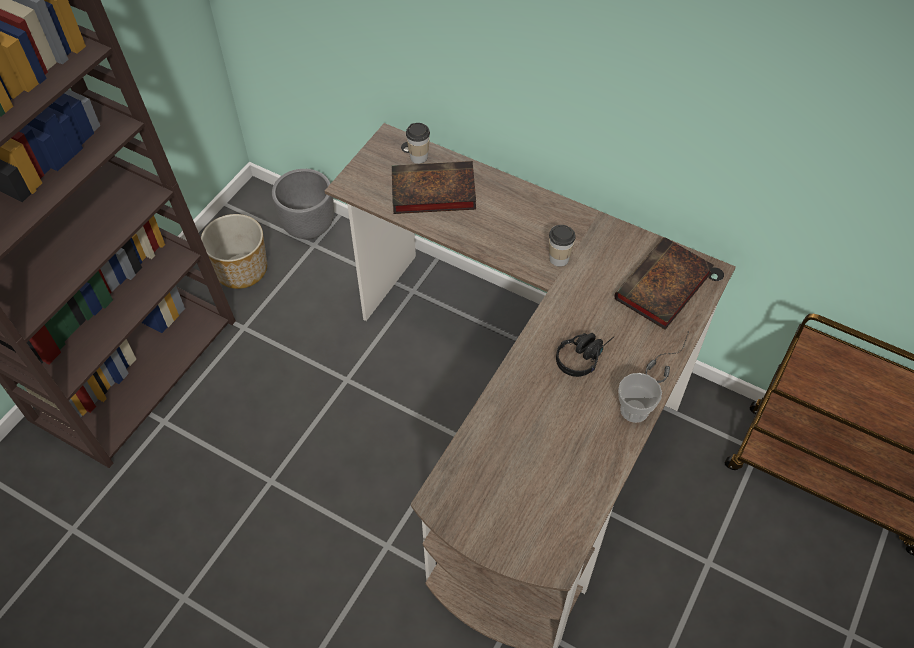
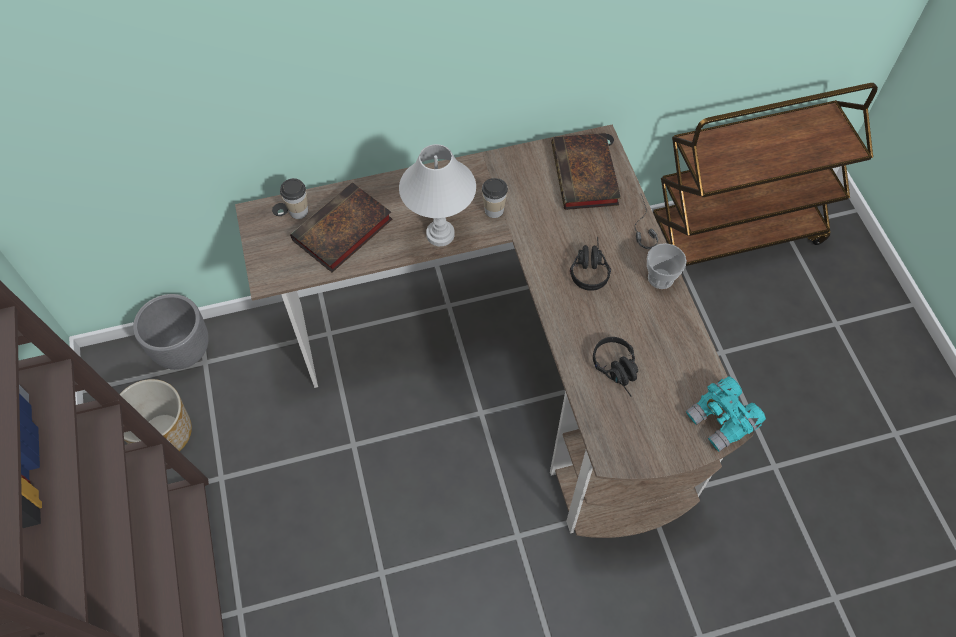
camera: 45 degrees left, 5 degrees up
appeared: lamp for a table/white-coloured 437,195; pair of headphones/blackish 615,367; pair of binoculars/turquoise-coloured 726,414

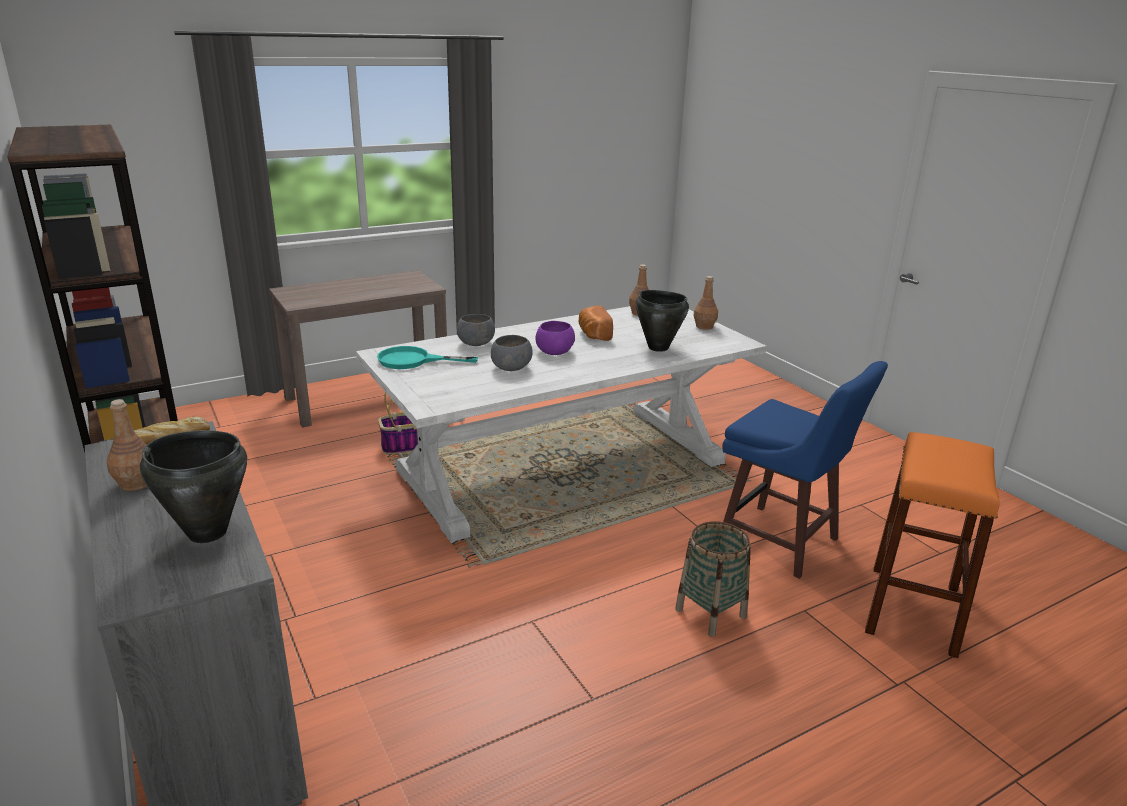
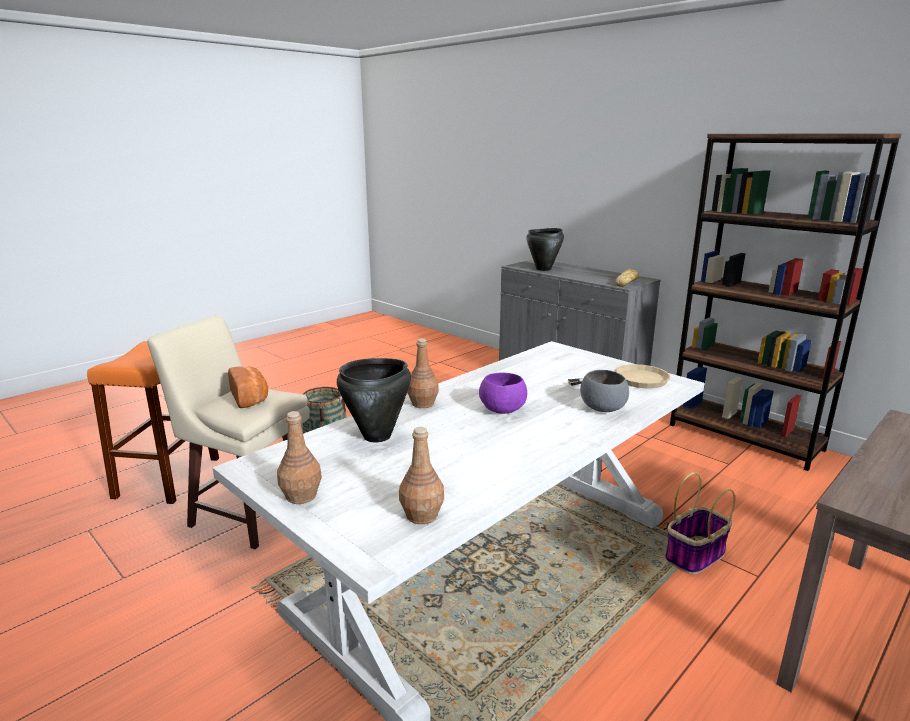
camera: 165 degrees right, 5 degrees down
missing: bowl/grey 512,353
relocated: beverage bottle/brownish 126,445 to 423,373; bakery bread 595,323 to 248,387
colour: skillet/turquoise-coloured 427,357 to skillet/beige 618,376; stool/bluish 805,470 to stool/beige 228,432

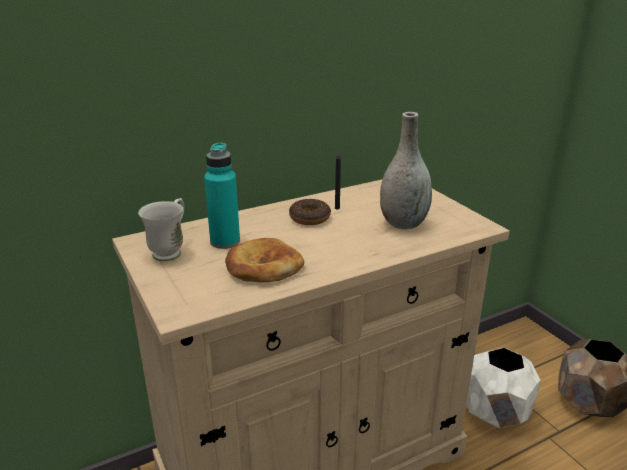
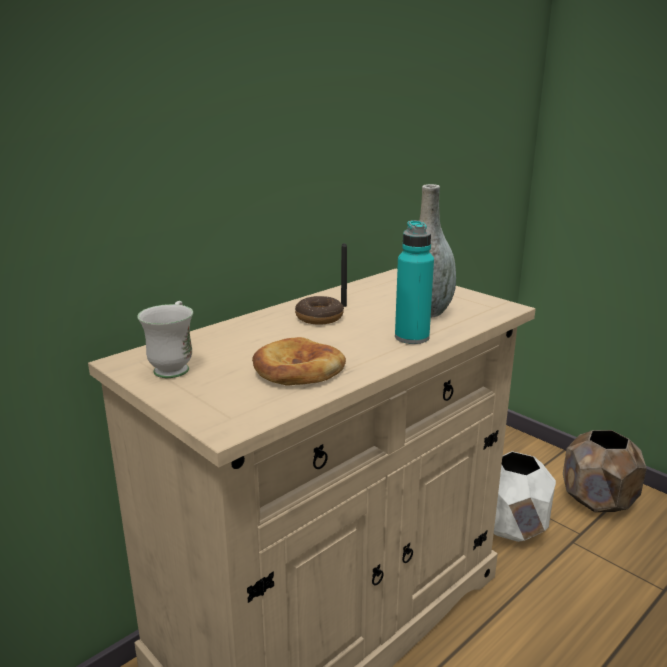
camera: 15 degrees left, 5 degrees down
relocated: beverage bottle/turquoise-coloured 222,196 to 414,282

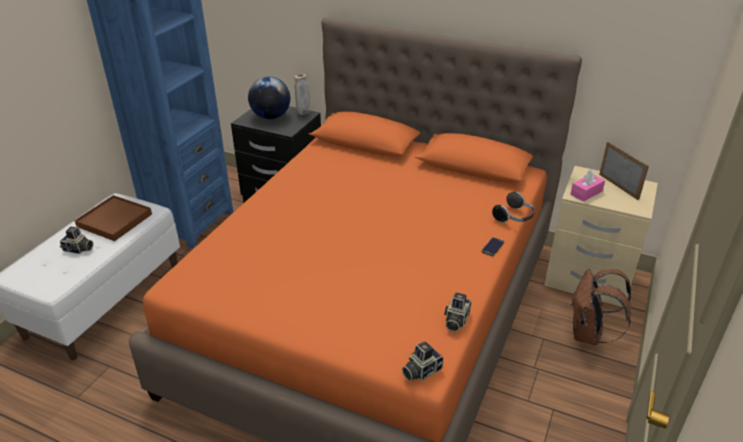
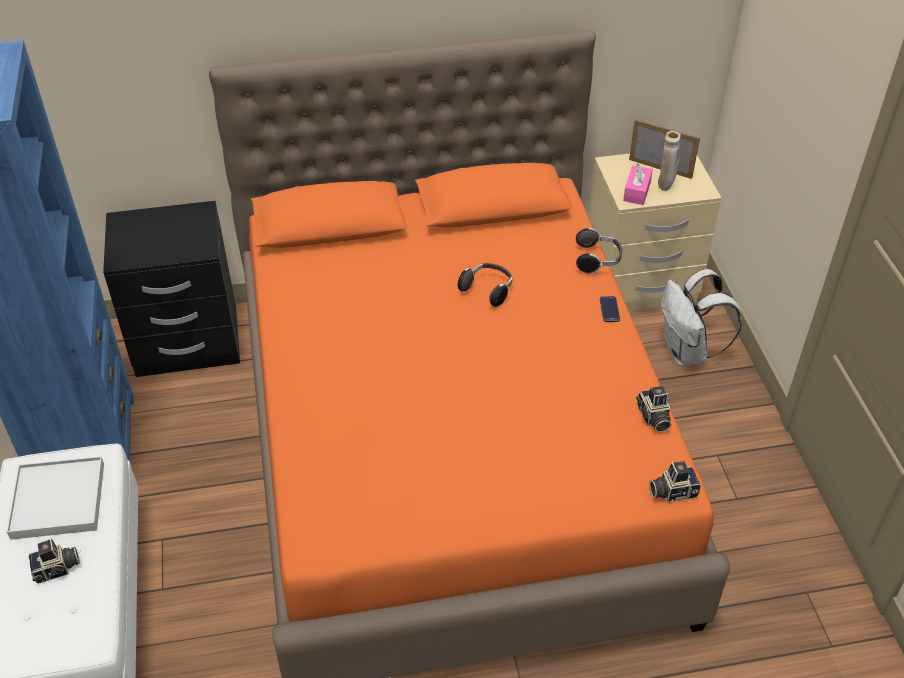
camera: 35 degrees left, 10 degrees up
missing: globe 269,97
appeared: pair of headphones 485,285
relocated: flower vase/beige 302,94 to 669,161
colour: serving tray/brownish 113,218 to serving tray/white-coloured 55,498; backpack/brownish 601,307 to backpack/white-coloured 701,317
spun: still camera 423,361 = 675,482 60 degrees clockwise

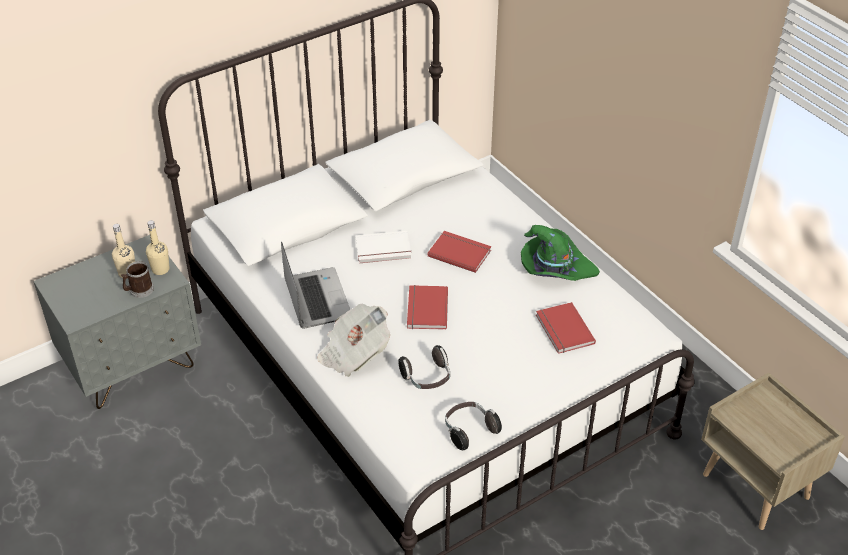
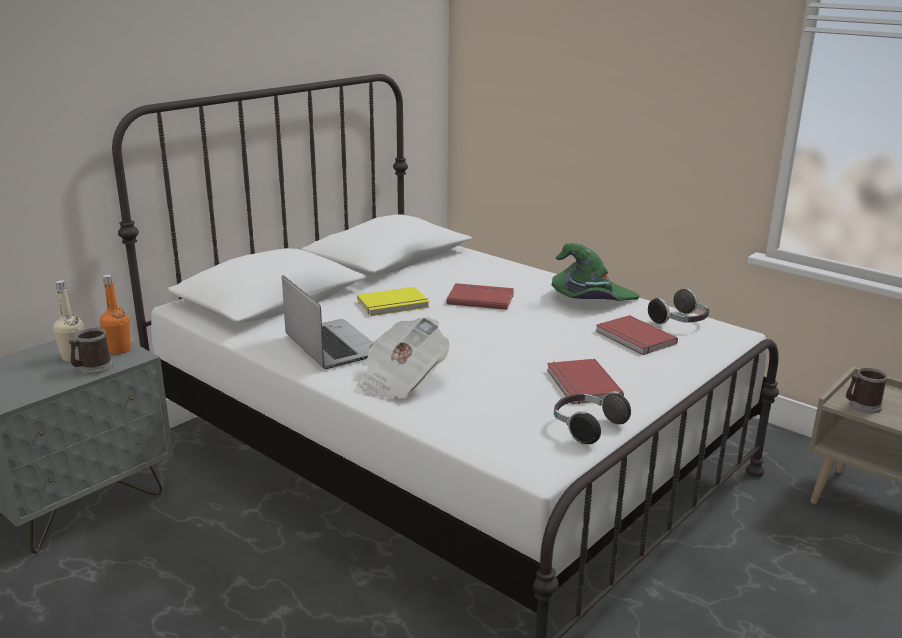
camera: 15 degrees left, 20 degrees down
appeared: tea mug 866,391
relocated: pair of headphones 424,367 to 679,307; book/reddish 427,307 to 585,381
colour: beverage bottle/beige 158,247 to beverage bottle/orange-coloured 115,314; book/white-coloured 383,247 to book/yellow 393,301

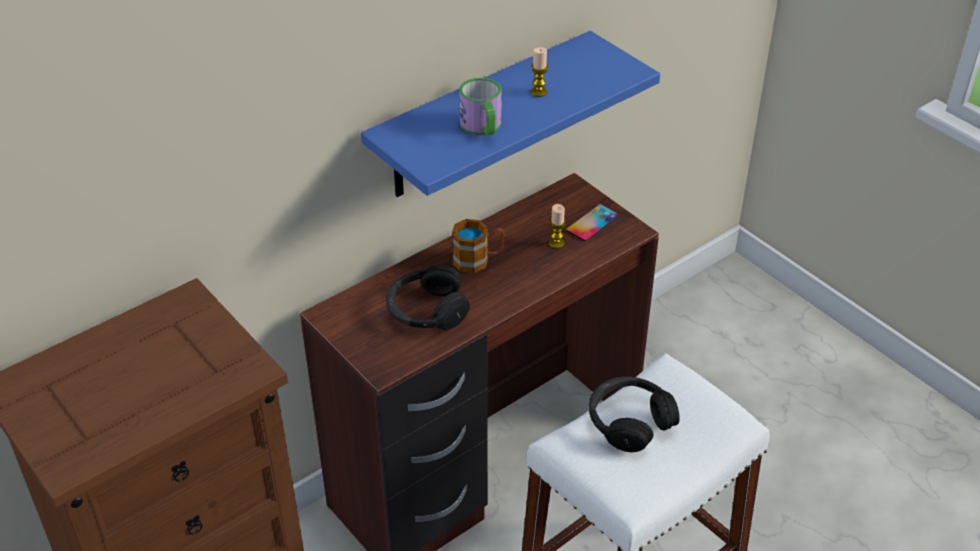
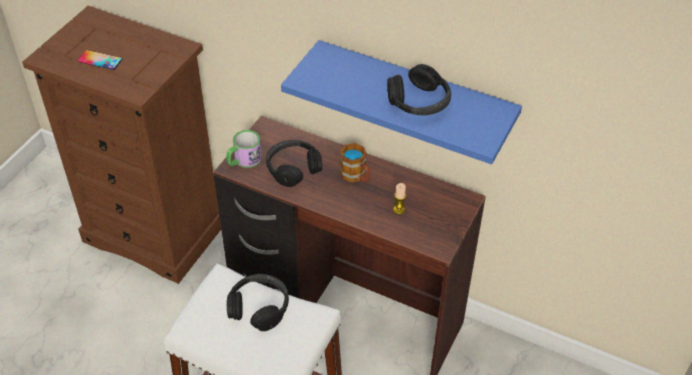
camera: 65 degrees right, 5 degrees up
relocated: tea mug 480,107 to 244,149; phone 592,222 to 100,60
exchanged: candle 539,72 to pair of headphones/blackish 419,90

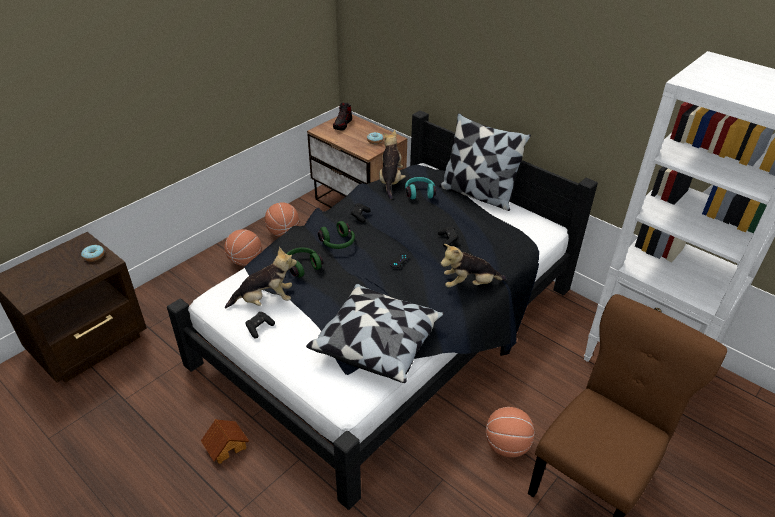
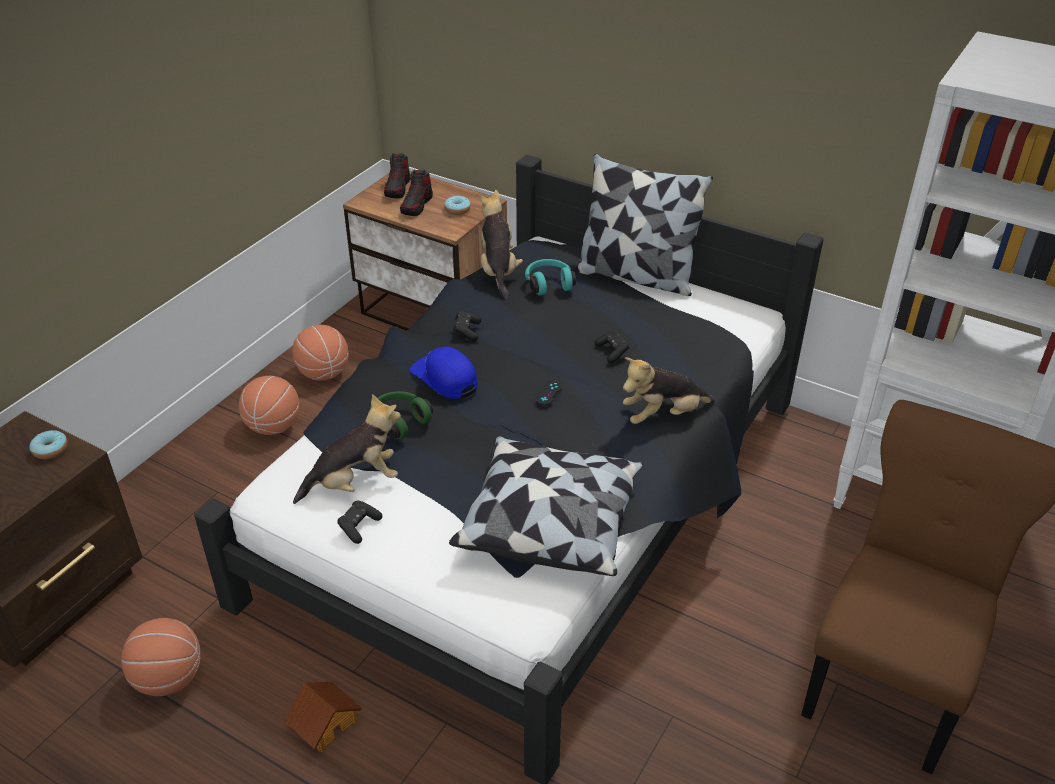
camera: 10 degrees left, 0 degrees up
appeared: item of footwear 416,193
relocated: ball for basketball 510,432 to 161,657
exchanged: pair of headphones/green 336,235 to cap/bluish 444,372

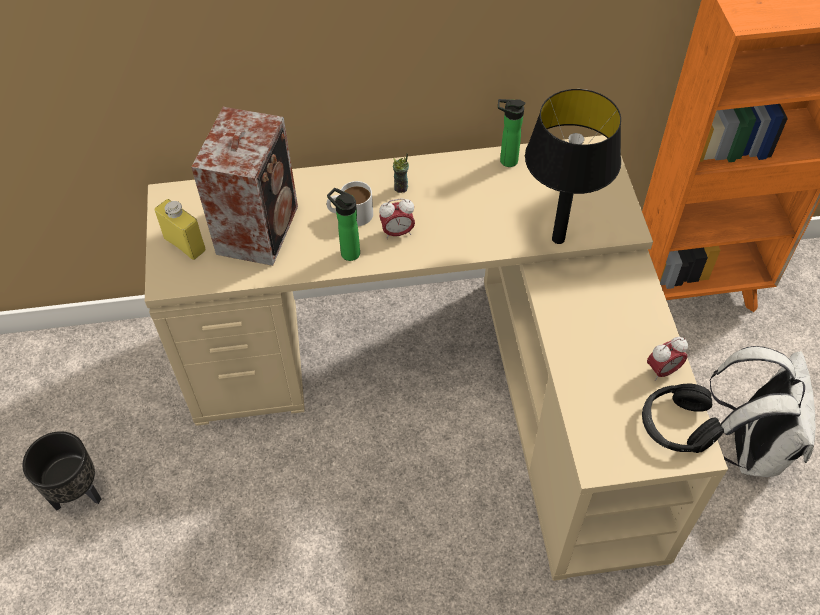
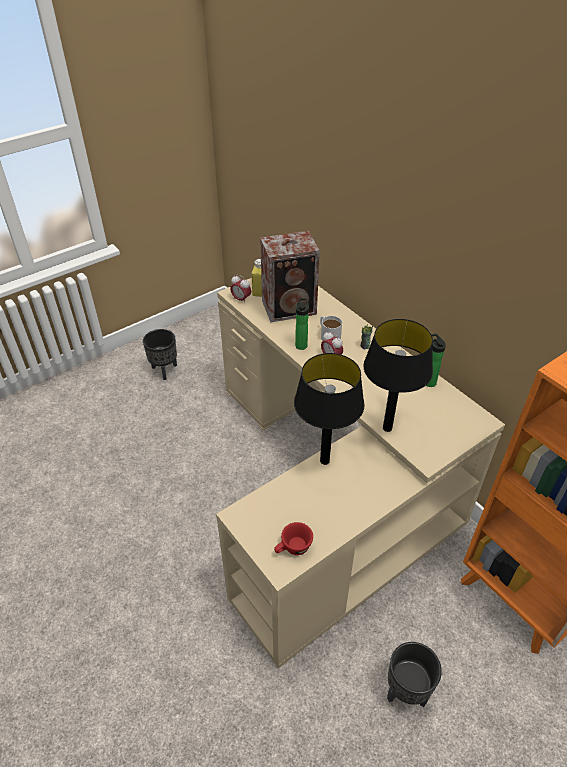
camera: 60 degrees right, 10 degrees down
appeared: lamp for a table/blackish 329,409
relocated: bedside clock 667,359 to 240,289
exchanged: pair of headphones/blackish 683,418 to small cup/reddish 293,538; backpack/white-coloured 763,411 to planter/blackish 414,674

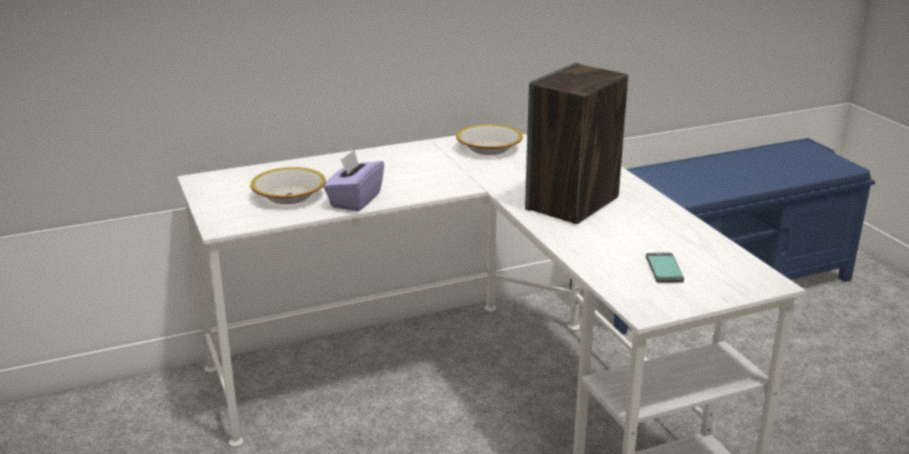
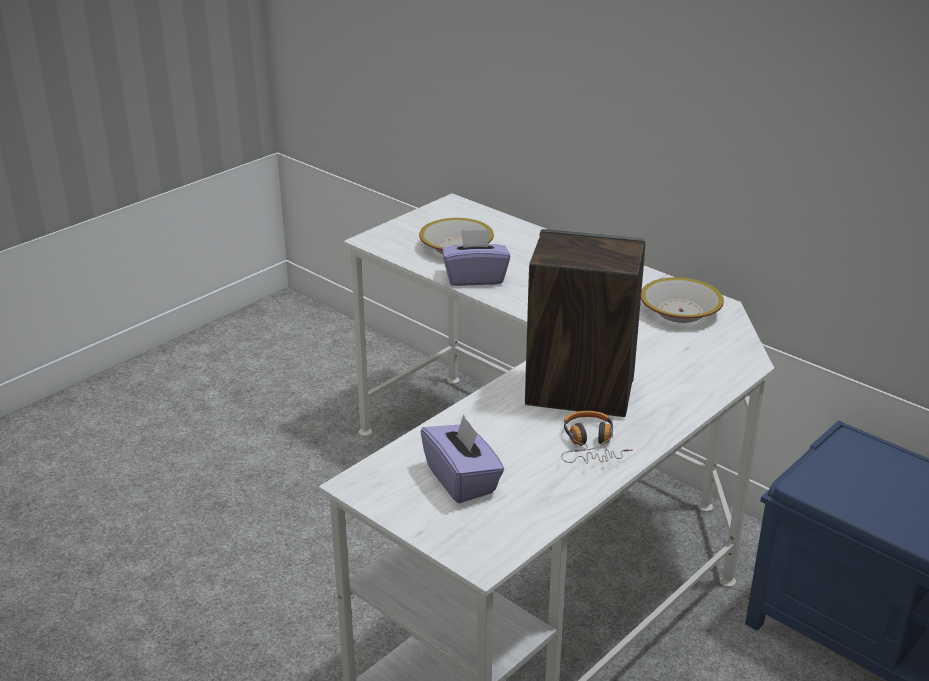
camera: 65 degrees right, 5 degrees up
appeared: pair of headphones 597,437
exchanged: phone 665,268 to box of tissues/purple-coloured 462,458

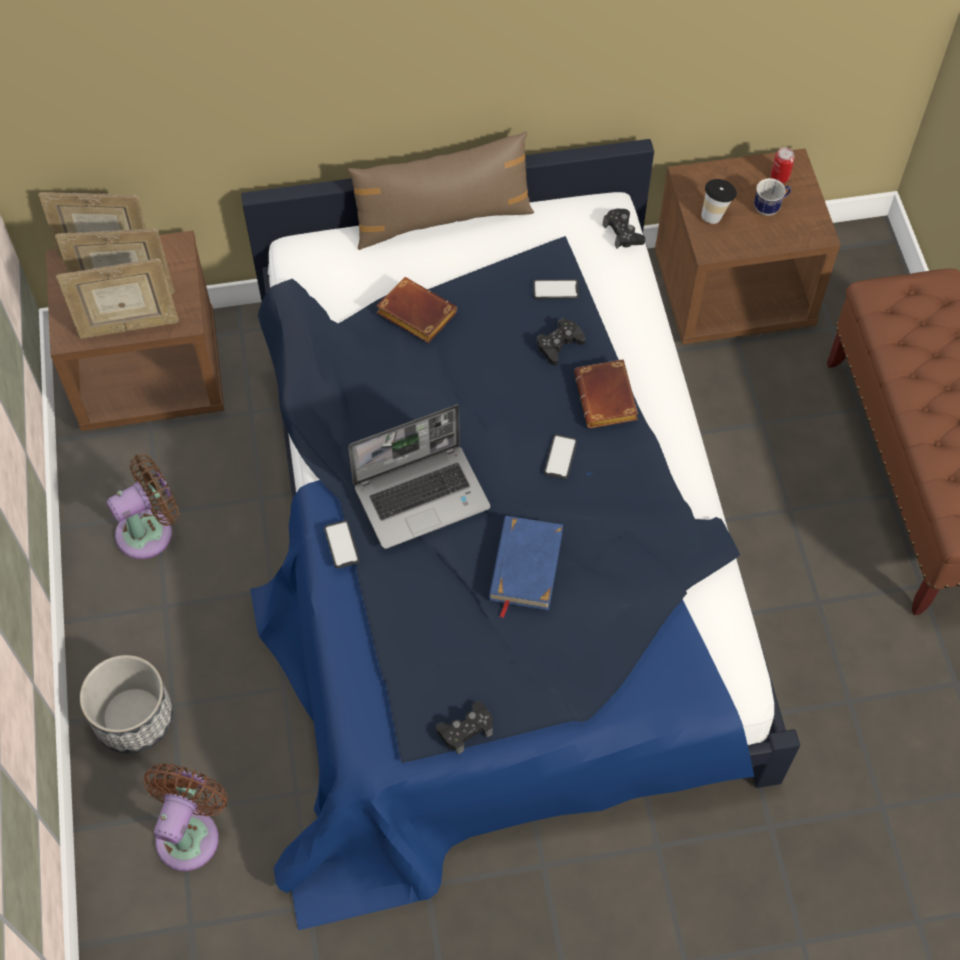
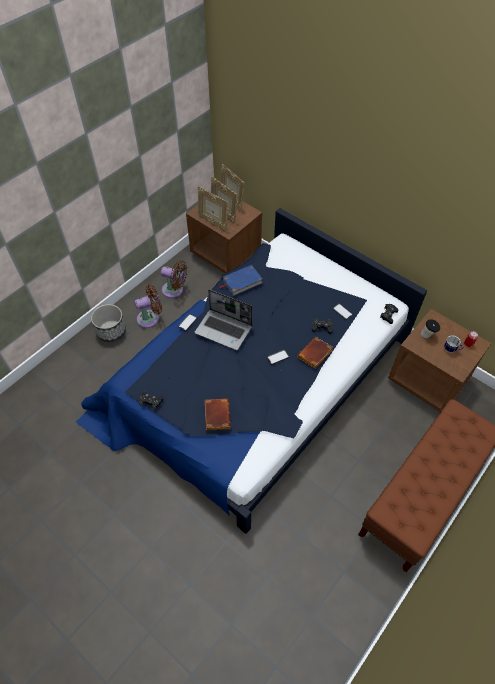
camera: 50 degrees right, 5 degrees down
missing: pillow/brownish 441,190
relocated: fan/brownish 185,817 to 148,306; book/brownish 416,310 to 218,415; book/bluish 526,567 to 241,280

